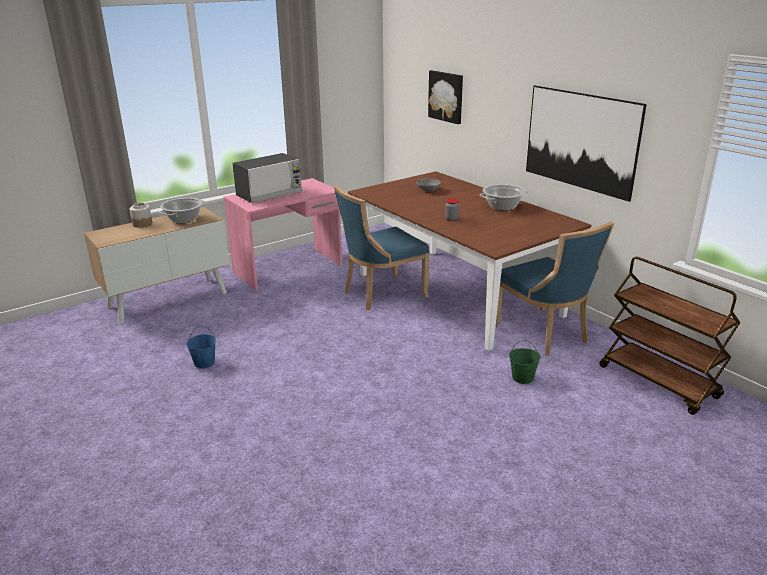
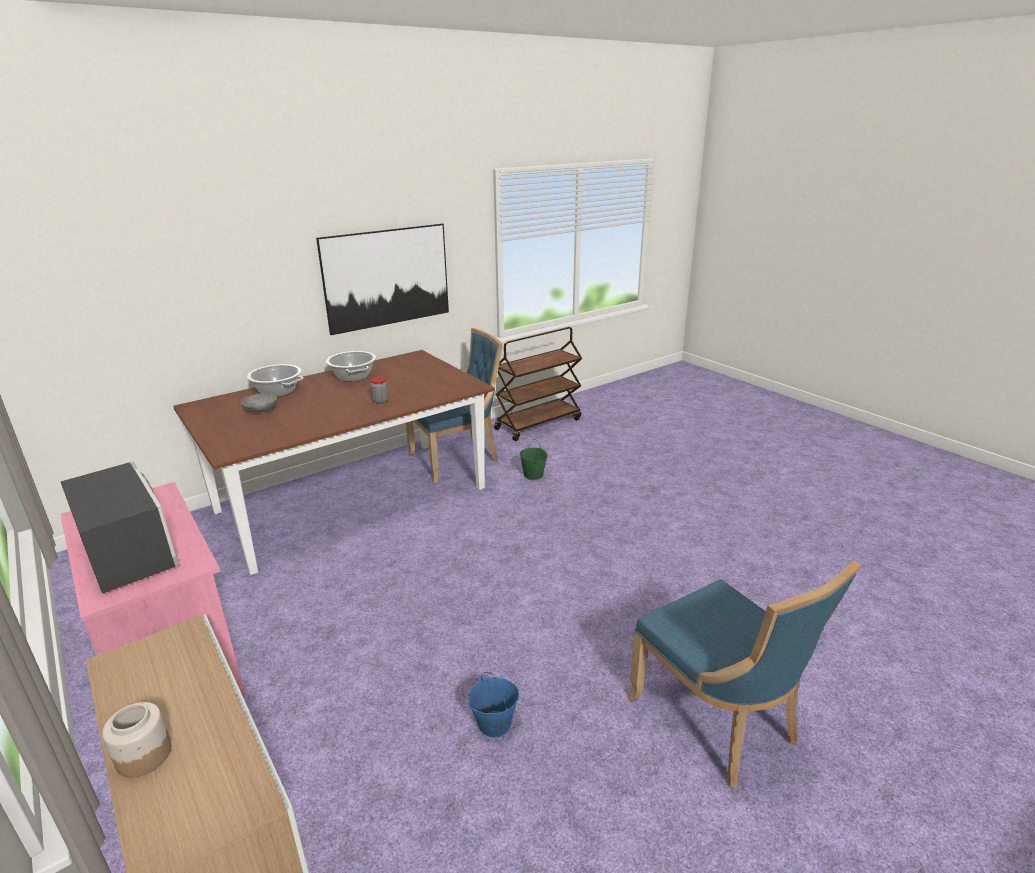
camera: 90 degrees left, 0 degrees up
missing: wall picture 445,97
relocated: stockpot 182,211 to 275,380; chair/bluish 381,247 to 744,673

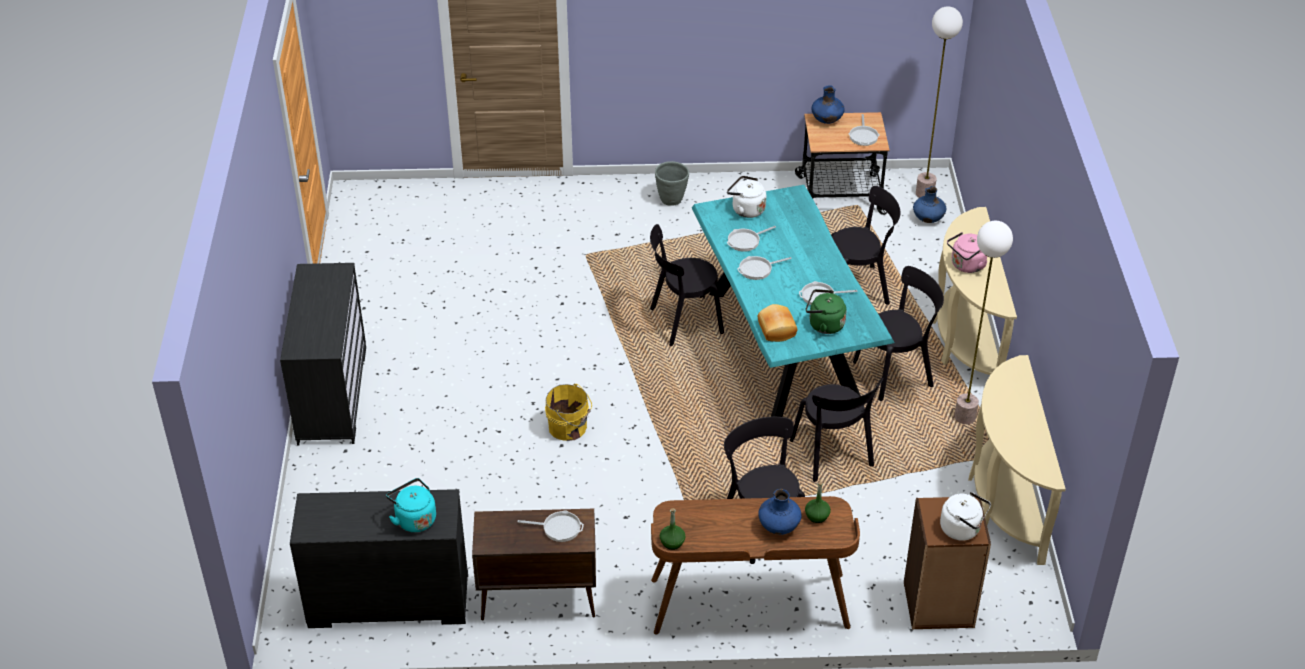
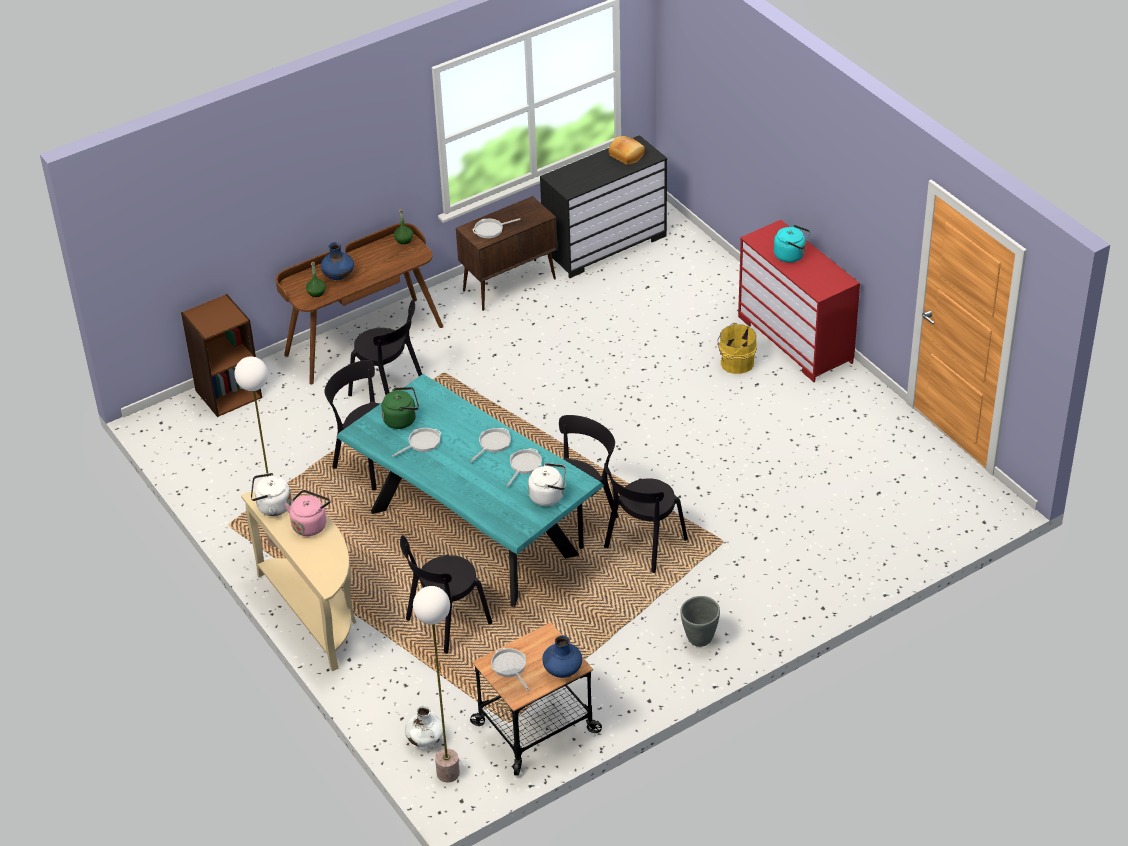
camera: 150 degrees right, 0 degrees up
missing: hall table/beige 1017,460
relocated: water kettle/turquoise-coloured 411,505 to 792,244; bucket/yellow 568,412 to 737,348; bakery bread 777,323 to 627,150; chair/blackish 898,333 to 646,518; water kettle/white-coloured 965,516 to 271,494
colour: dresser/blackish 323,354 to dresser/reddish 799,301; flower vase/bluish 929,204 to flower vase/white-coloured 424,726

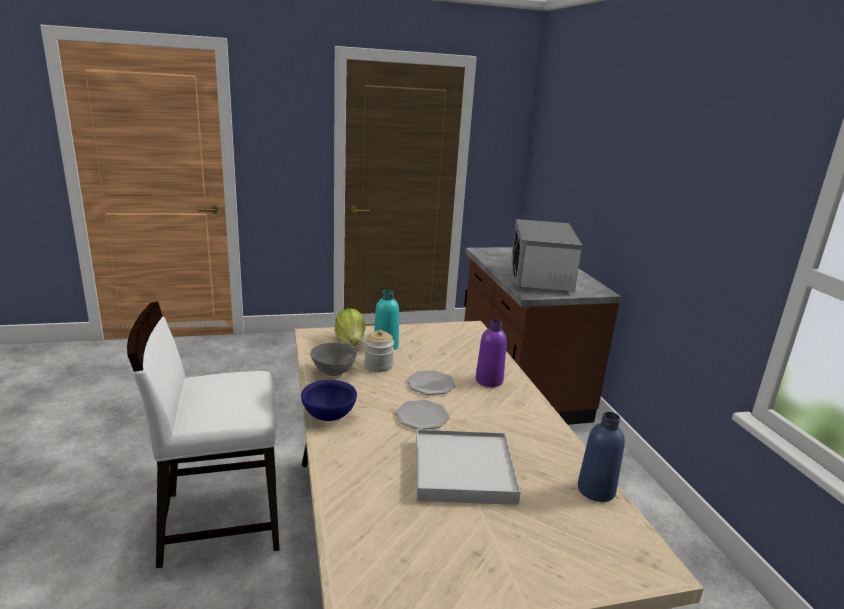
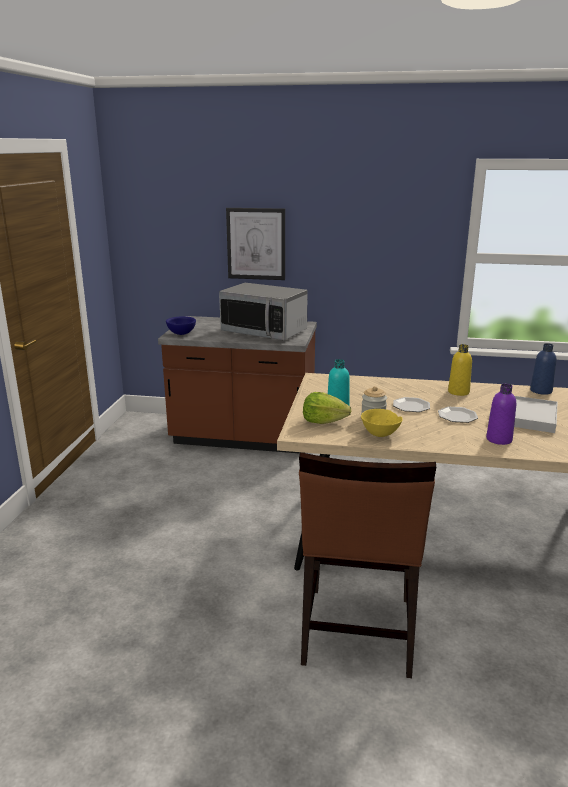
camera: 65 degrees left, 0 degrees up
appeared: wall picture 255,244; beverage bottle/yellow 460,370
relocated: bowl/bluish 329,400 to 181,325; beverage bottle/purple-coloured 491,353 to 501,414
colour: chair/white-coloured 203,434 to chair/brownish 367,565; bowl/grey 334,359 to bowl/yellow 382,423

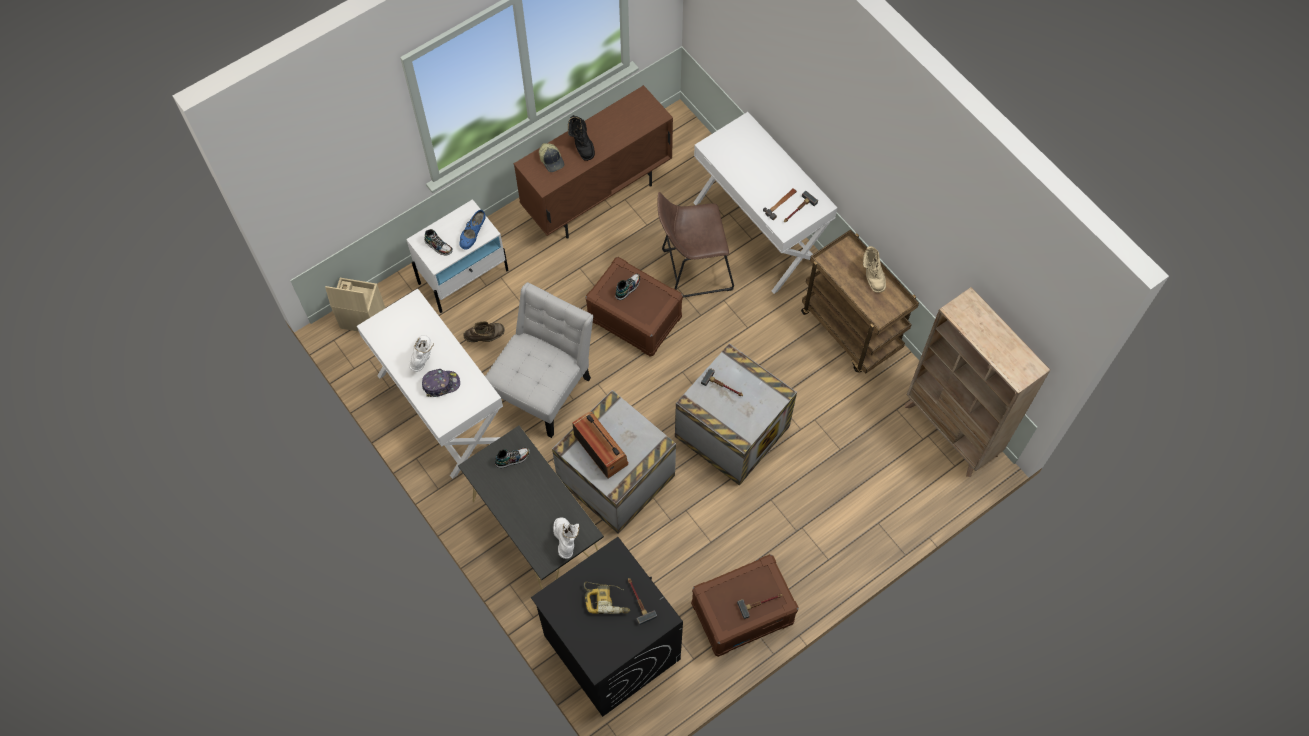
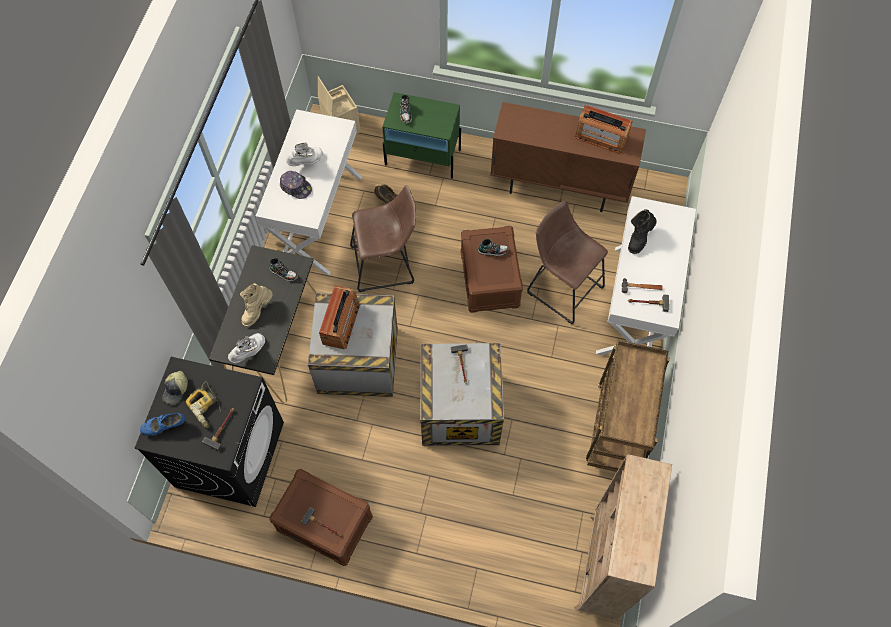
camera: 50 degrees right, 0 degrees up
appeared: radio receiver 604,129
relocated: item of footwear/bluish 472,229 to 163,424; cap 551,157 to 175,388; high-top boot/blackish 581,138 to 642,231; high-top boot/beige 874,269 to 256,305
exchanged: chair/white-coloured 539,360 to stool/brownish 383,238
colour: bedside table/white-coloured 457,256 to bedside table/green 421,135

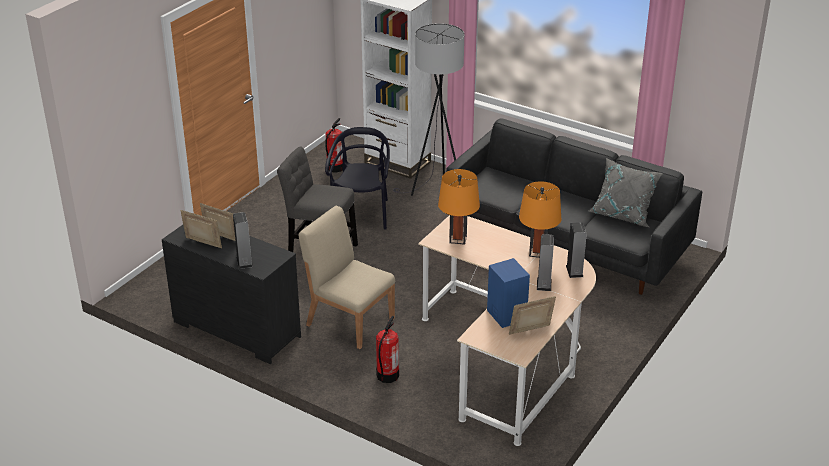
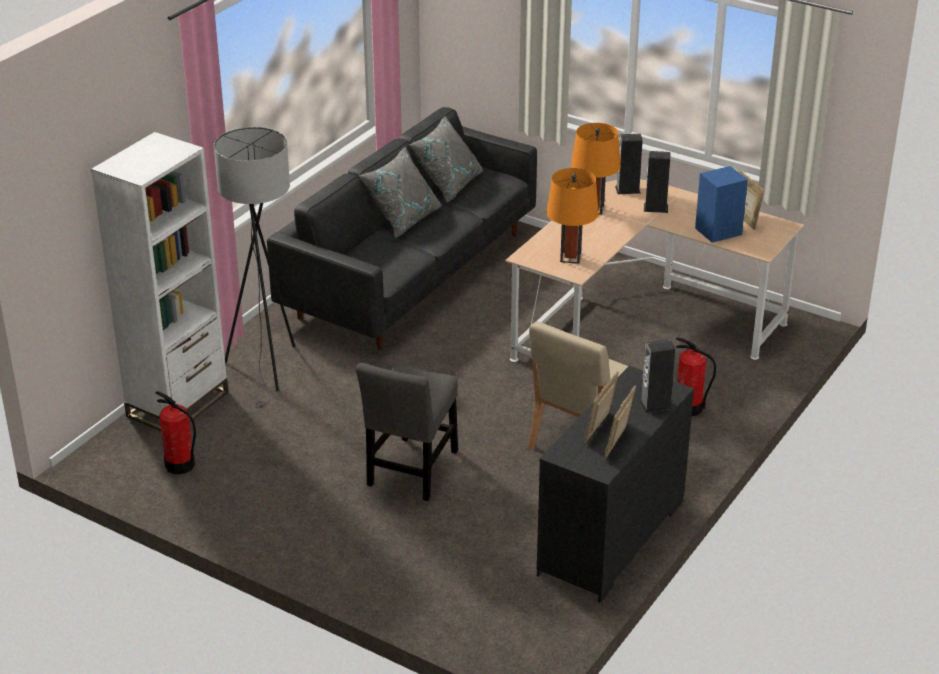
camera: 90 degrees left, 0 degrees up
missing: chair/blackish 357,178
appeared: pillow/grey 400,192

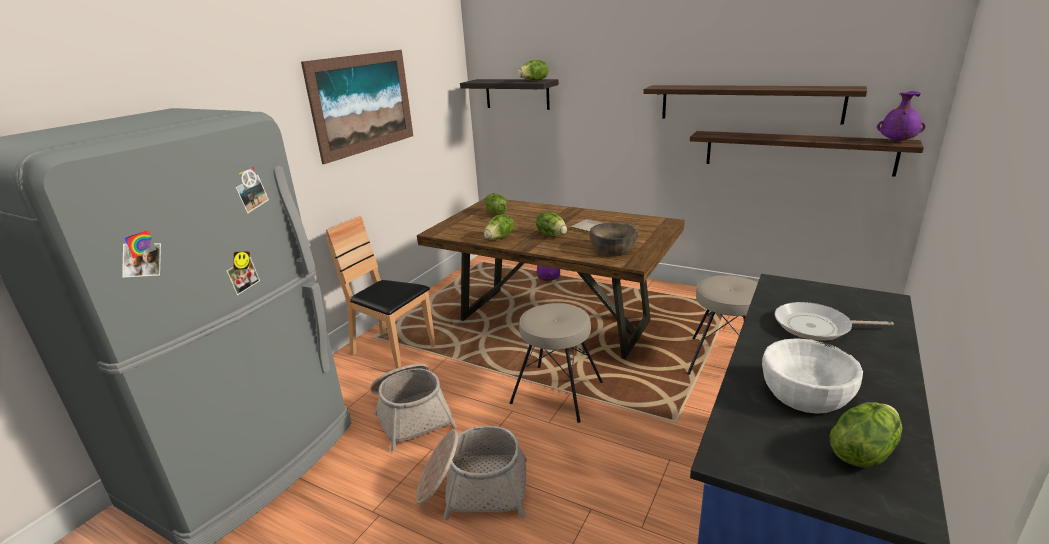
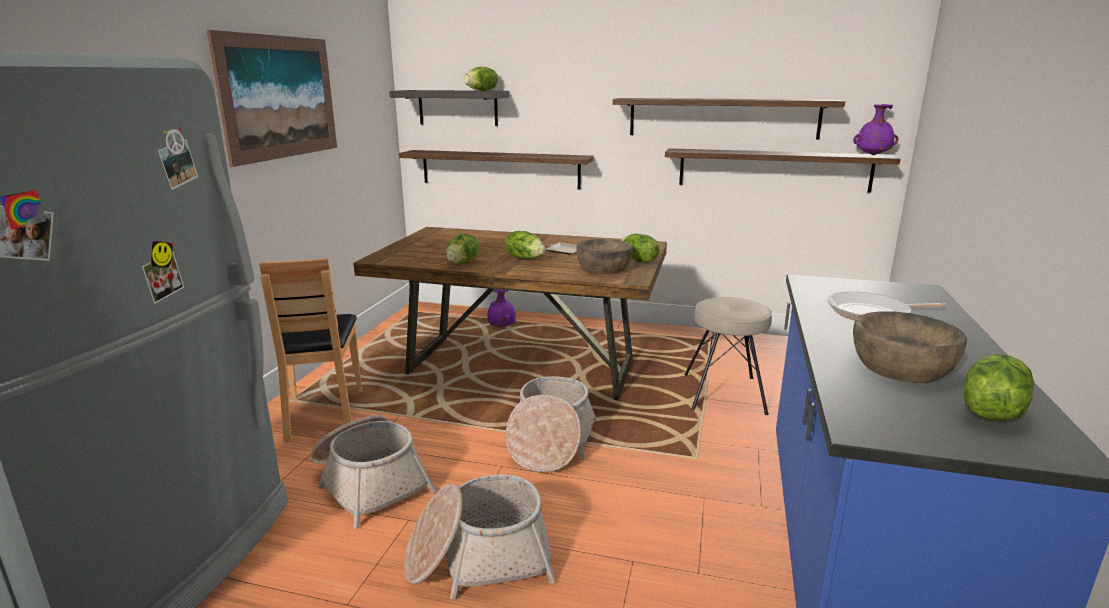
camera: 15 degrees left, 5 degrees down
appeared: bracket shelf 496,170
relocated: lettuce 496,204 to 640,248
exchanged: stool/beige 556,363 to household basket 551,424
colour: bowl/white-coloured 812,376 to bowl/brownish 910,347
spun: chair/brownish 381,292 = 310,350 120 degrees counterclockwise

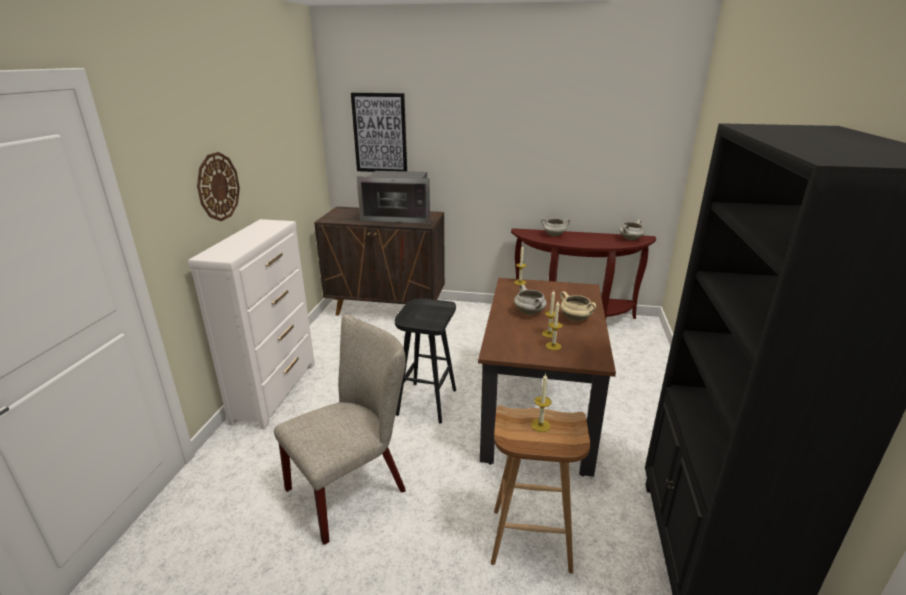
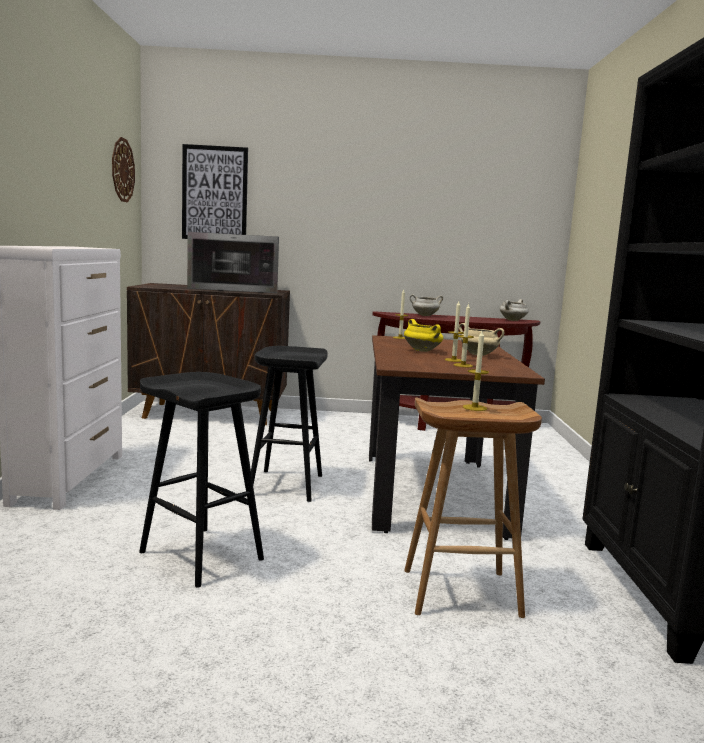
camera: 10 degrees left, 15 degrees down
relocated: clock on the wall 218,186 to 123,169
exchanged: chair/beige 340,429 to stool/blackish 201,480
colour: stockpot/white-coloured 530,300 to stockpot/yellow 423,335

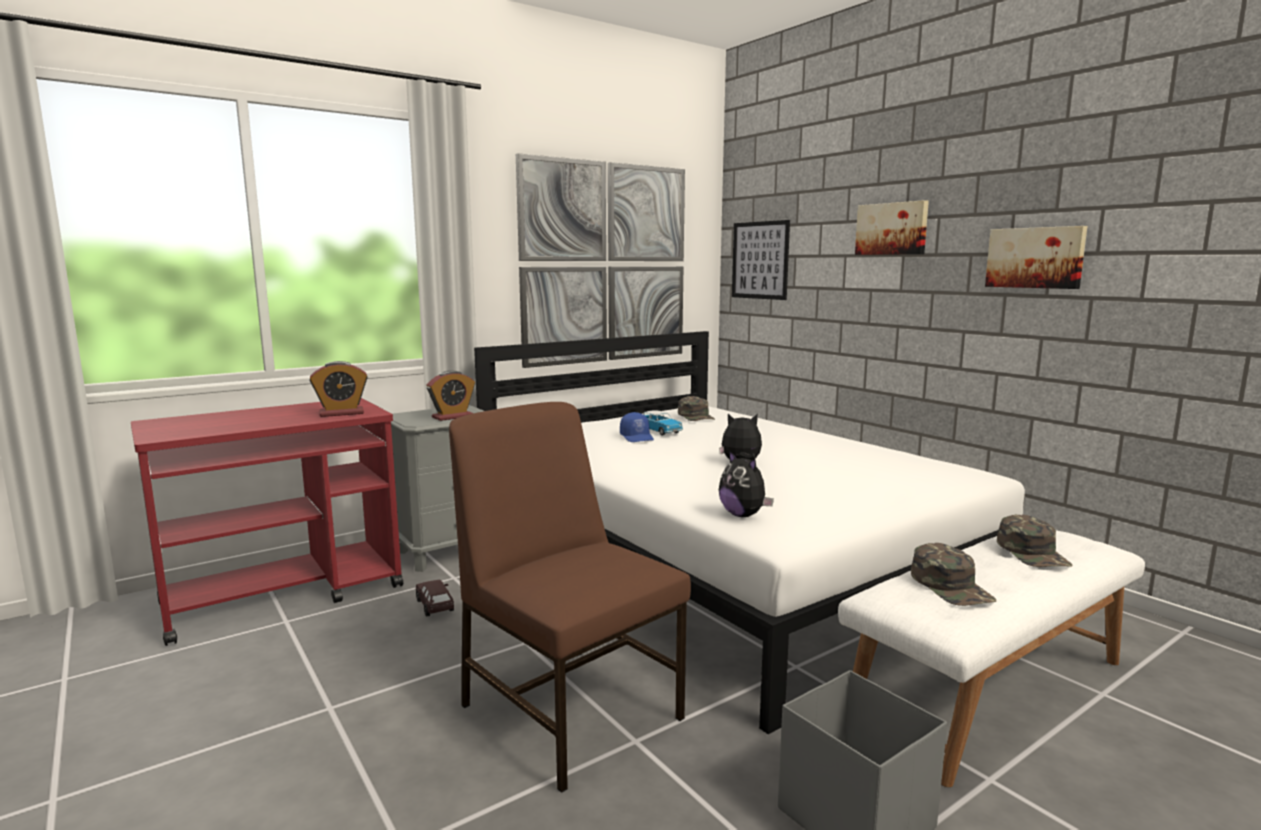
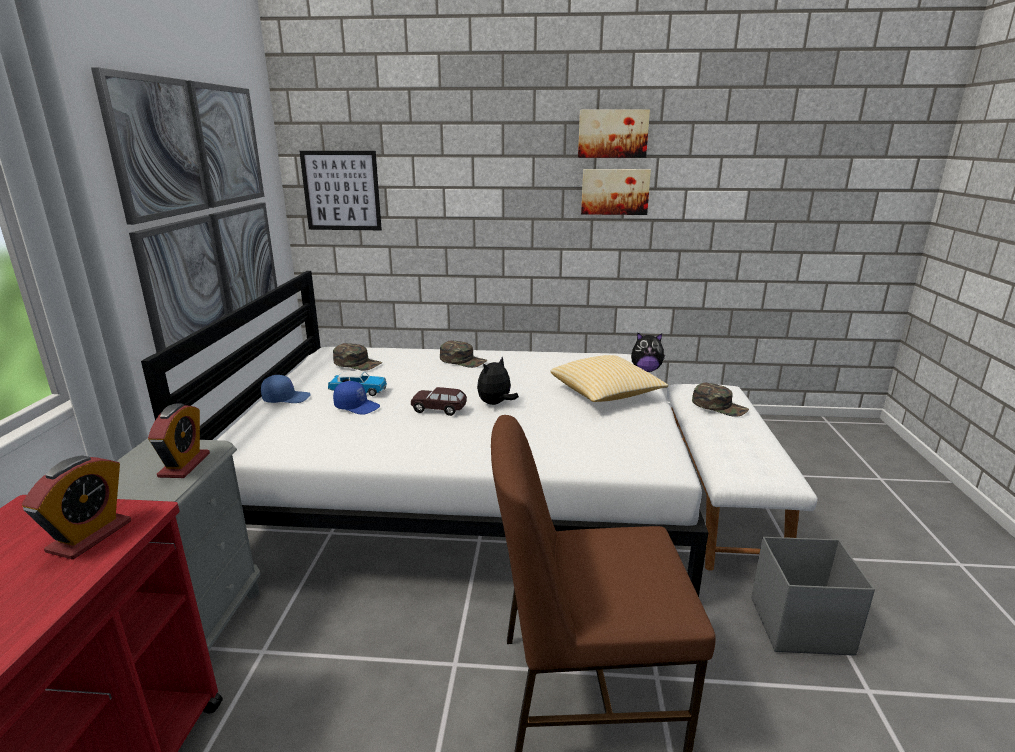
camera: 50 degrees left, 10 degrees up
appeared: cap/bluish 286,389; pillow 609,378
relocated: miniature car/brownish 435,598 to 439,401; soft toy 746,483 to 648,352; wall picture 892,227 to 614,133; cap/green 953,574 to 463,354

